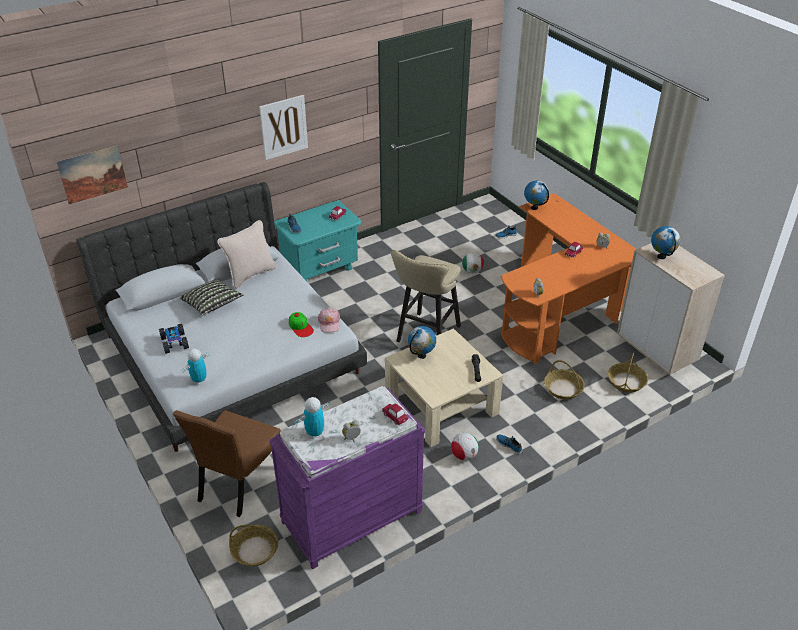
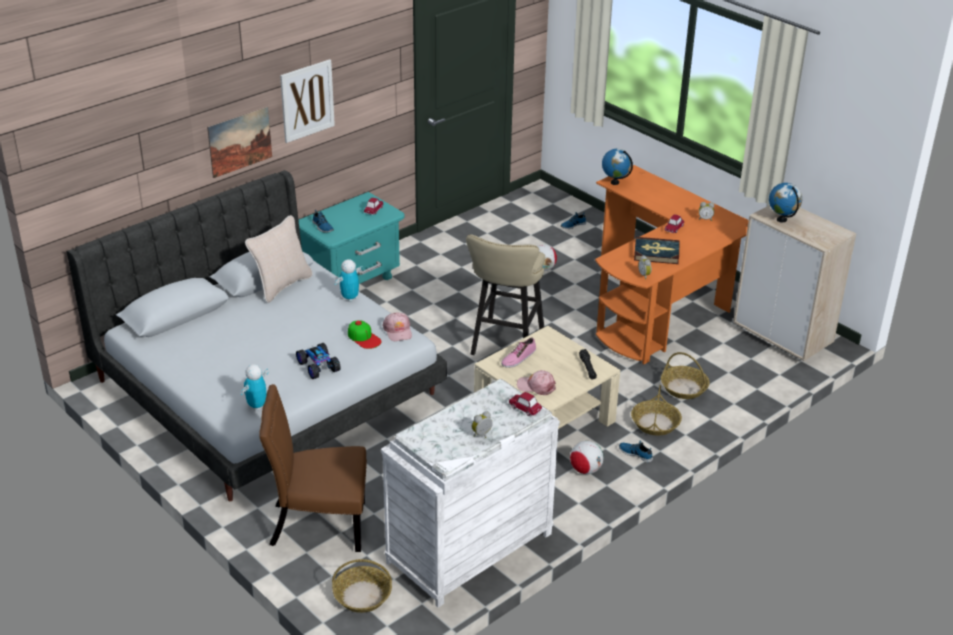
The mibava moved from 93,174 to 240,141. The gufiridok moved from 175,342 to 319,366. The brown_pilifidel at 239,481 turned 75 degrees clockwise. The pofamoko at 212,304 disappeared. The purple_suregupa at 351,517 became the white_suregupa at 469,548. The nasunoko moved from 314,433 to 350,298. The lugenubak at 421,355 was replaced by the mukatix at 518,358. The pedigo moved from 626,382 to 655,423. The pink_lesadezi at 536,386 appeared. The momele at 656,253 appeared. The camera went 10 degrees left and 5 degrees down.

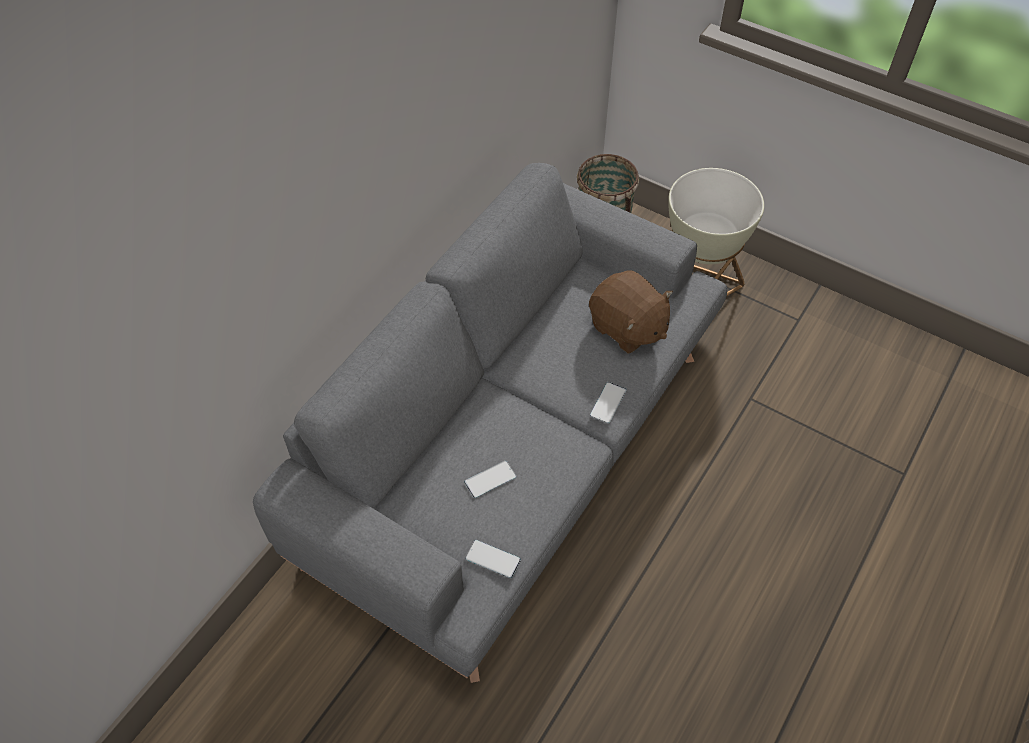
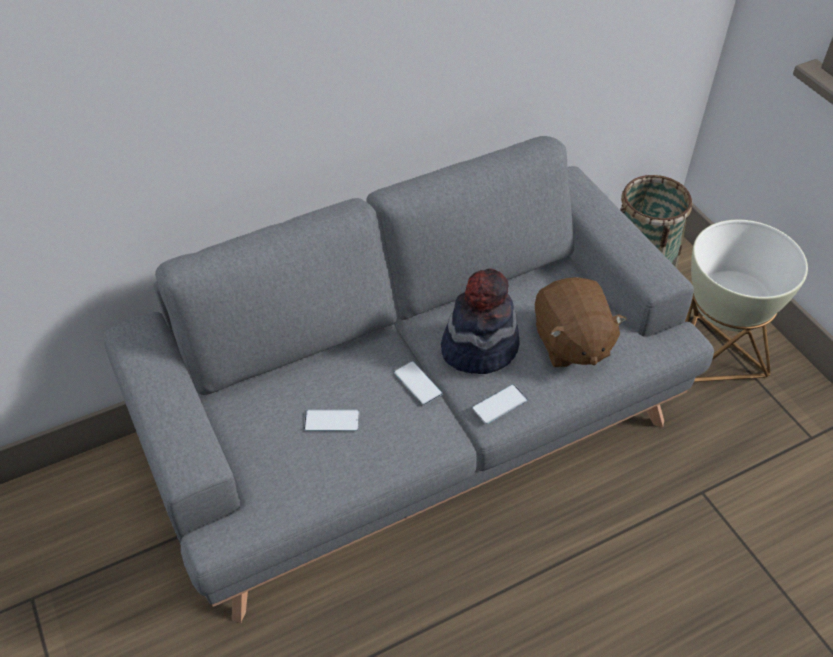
The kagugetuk moved from 493,559 to 418,383. The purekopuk at 479,347 appeared. The camera went 30 degrees right and 5 degrees down.

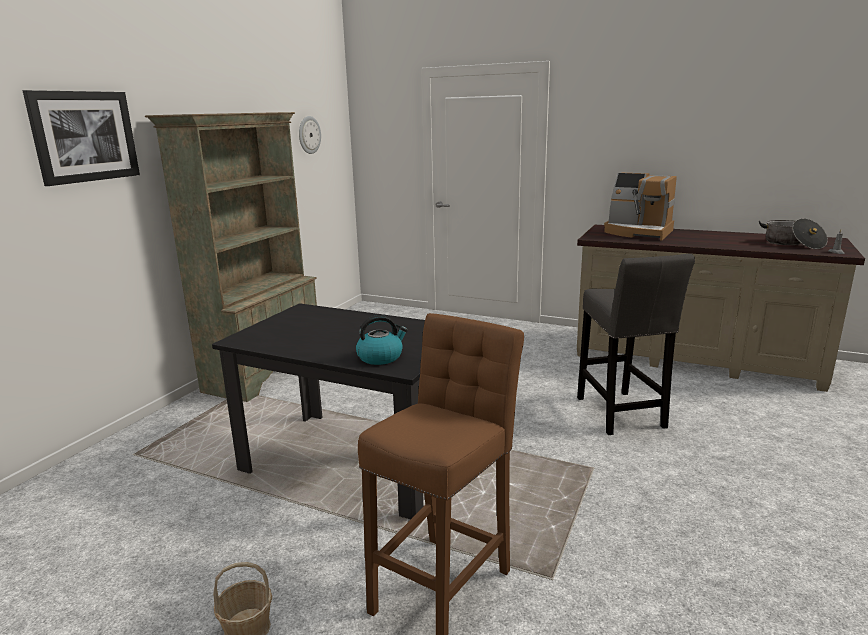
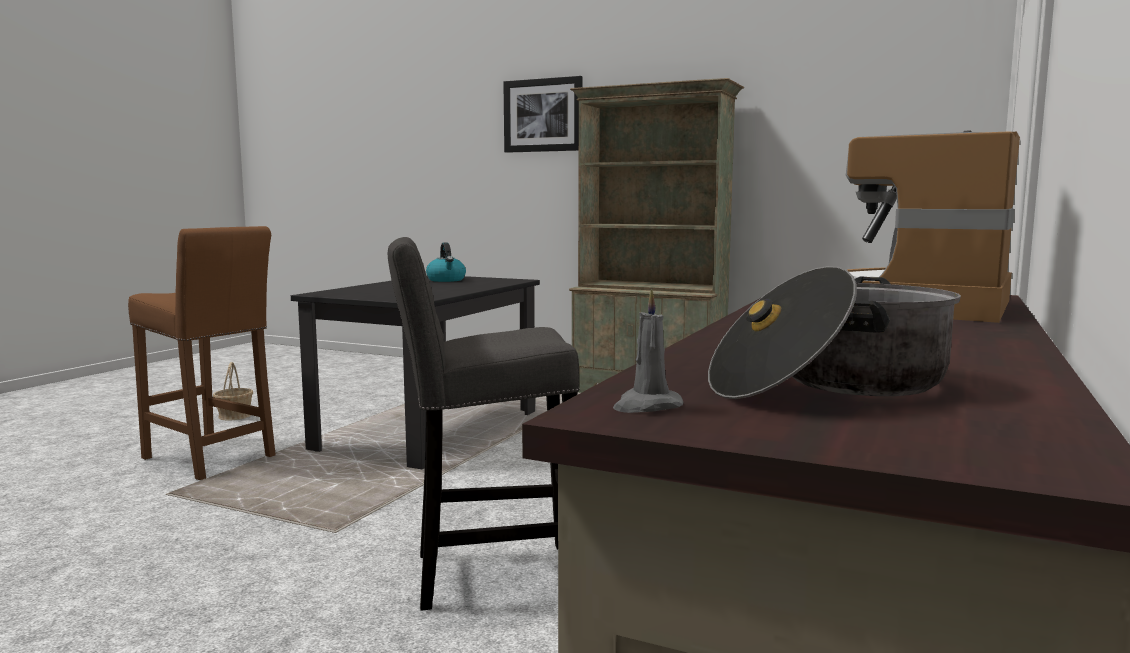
The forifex at 309,135 disappeared. The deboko moved from 380,357 to 446,280. The camera went 90 degrees right and 10 degrees down.

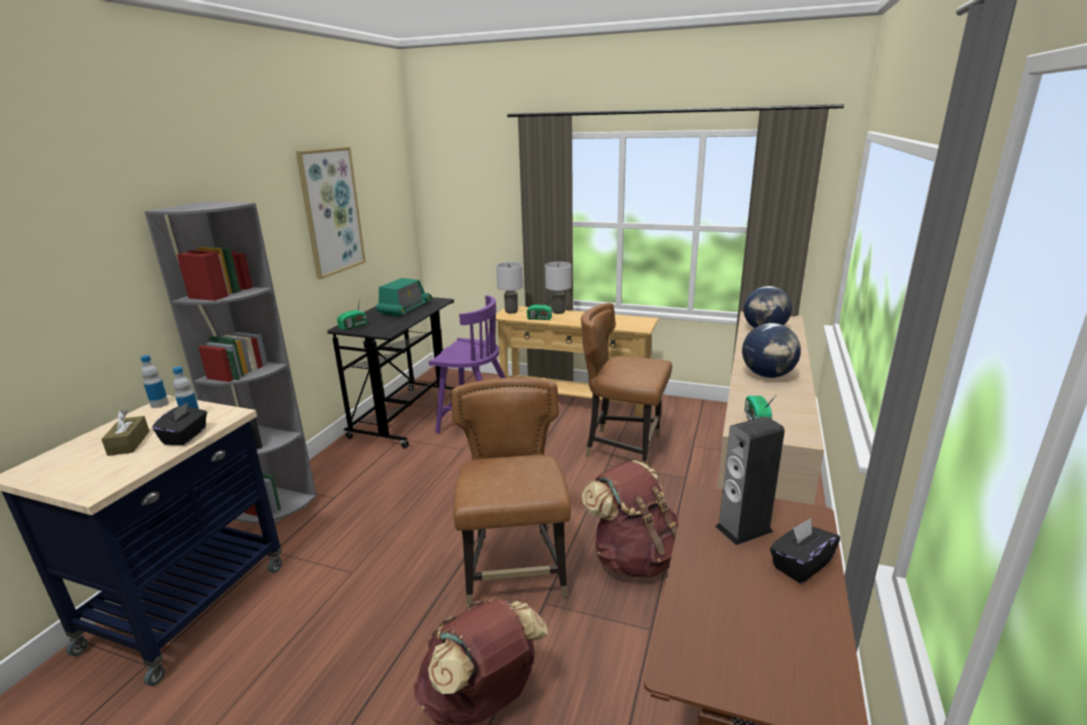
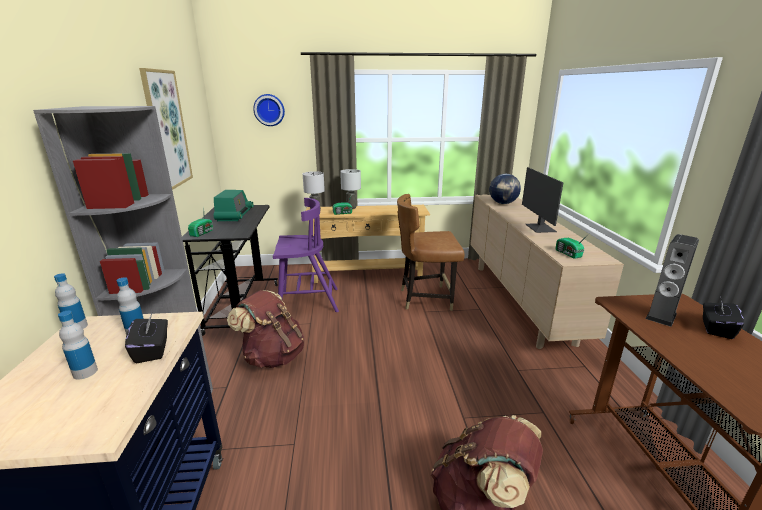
The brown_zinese at 129,443 was replaced by the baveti at 85,372. The brown_pilifidel at 515,572 disappeared. The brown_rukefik moved from 634,557 to 273,356. The lugenubak at 767,375 was replaced by the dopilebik at 539,228. The forifex at 269,110 appeared. The camera went 25 degrees left and 0 degrees up.

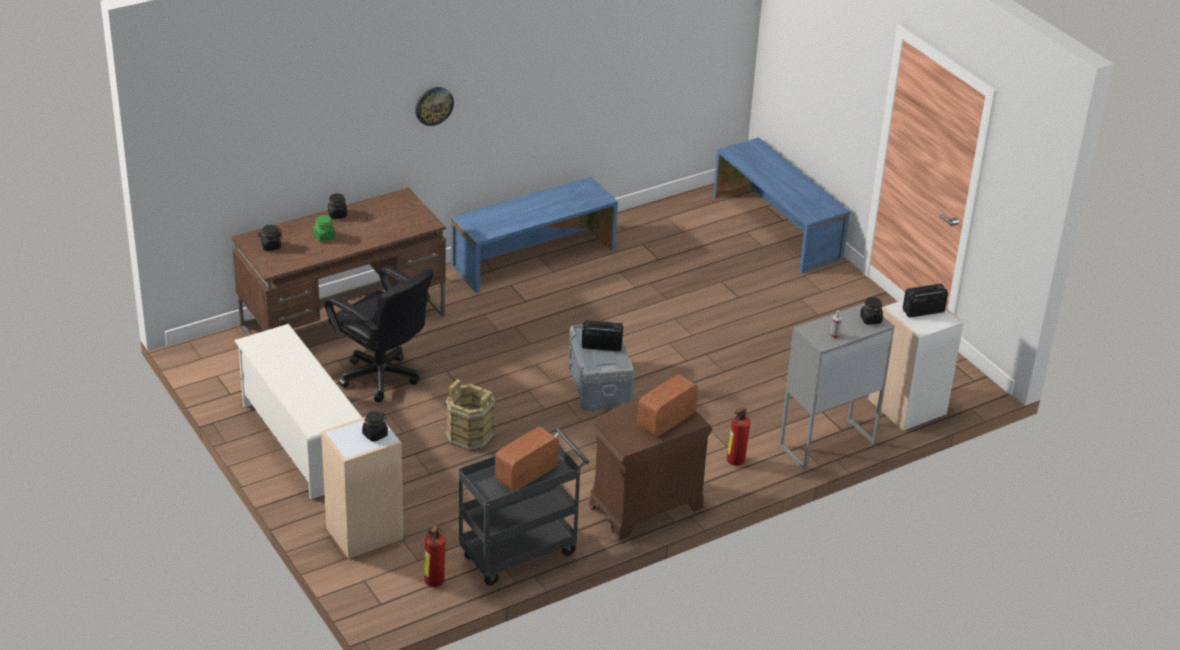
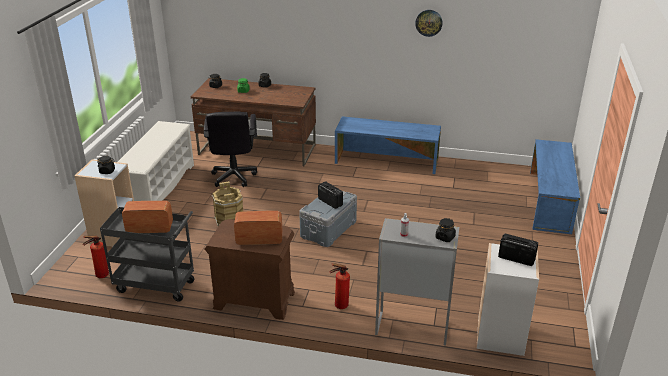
The forifex moved from 433,105 to 429,23. The camera went 45 degrees right and 5 degrees down.

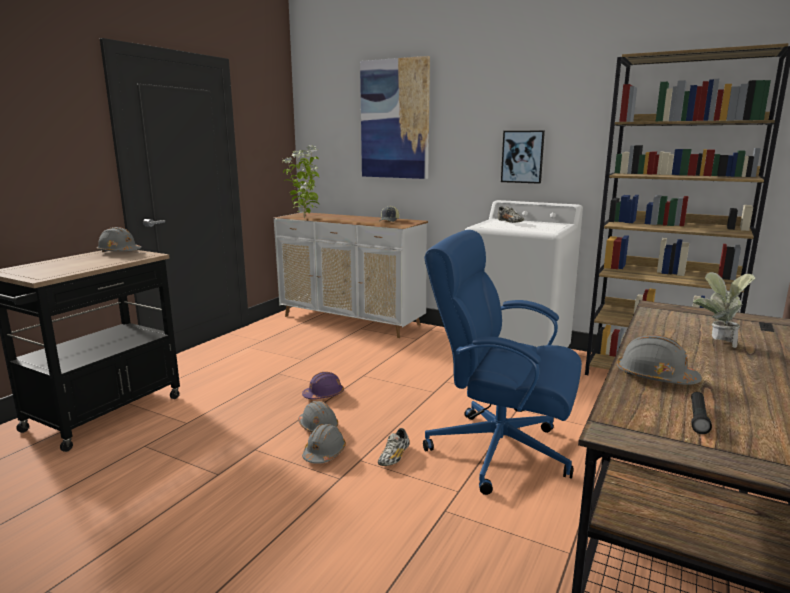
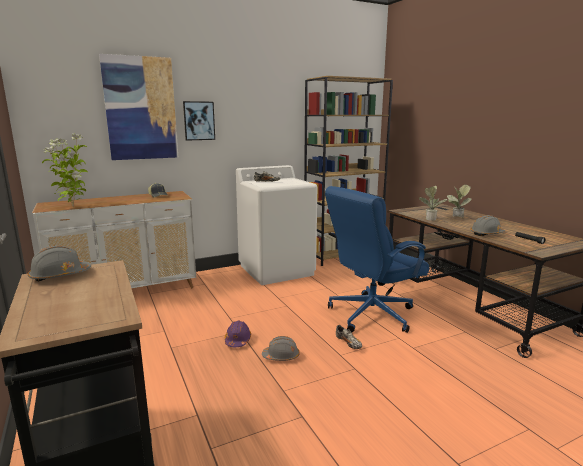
The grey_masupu at 324,453 disappeared. The mibava moved from 522,156 to 199,121. The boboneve at 430,218 appeared. The camera went 55 degrees left and 0 degrees up.

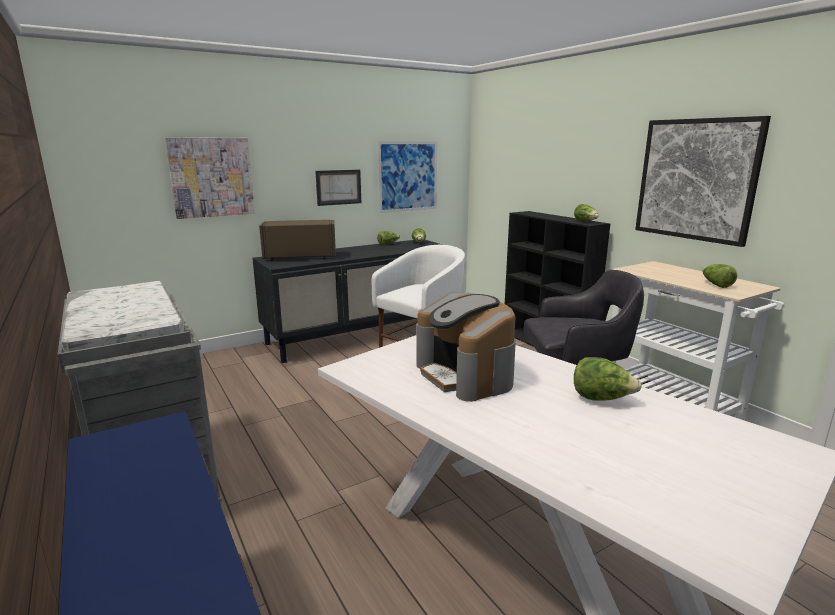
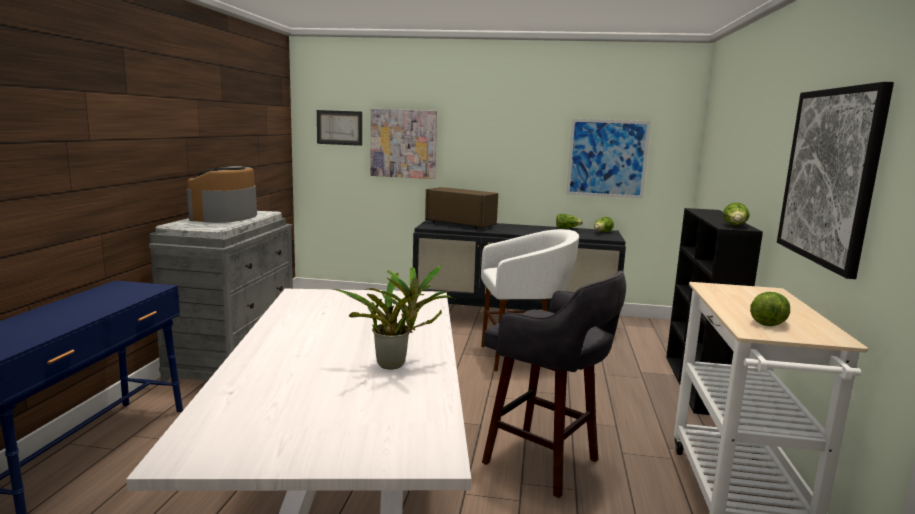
The mibava moved from 338,187 to 339,127. The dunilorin moved from 465,375 to 225,217. The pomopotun at 601,399 was replaced by the boboneve at 395,365. The camera went 40 degrees right and 5 degrees down.

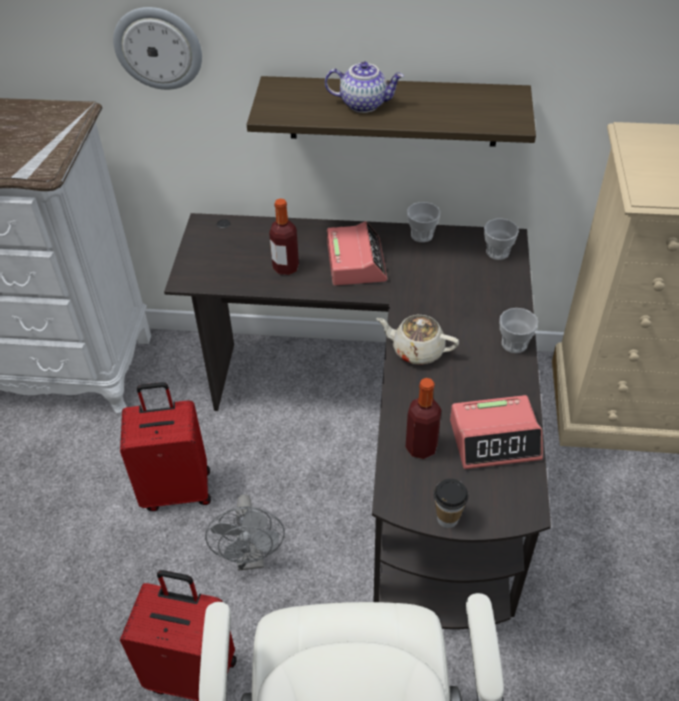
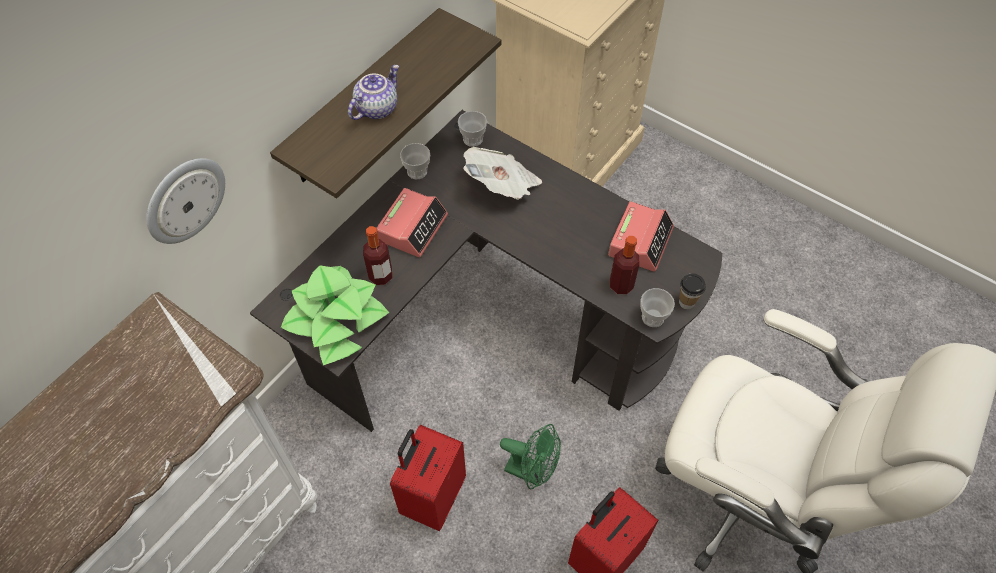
The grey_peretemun at 251,557 became the green_peretemun at 531,471. The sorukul at 356,262 turned 90 degrees clockwise. The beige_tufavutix at 416,350 disappeared. The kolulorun moved from 514,344 to 653,317. The boboneve at 336,319 appeared. The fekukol at 502,186 appeared. The camera went 60 degrees left and 10 degrees up.

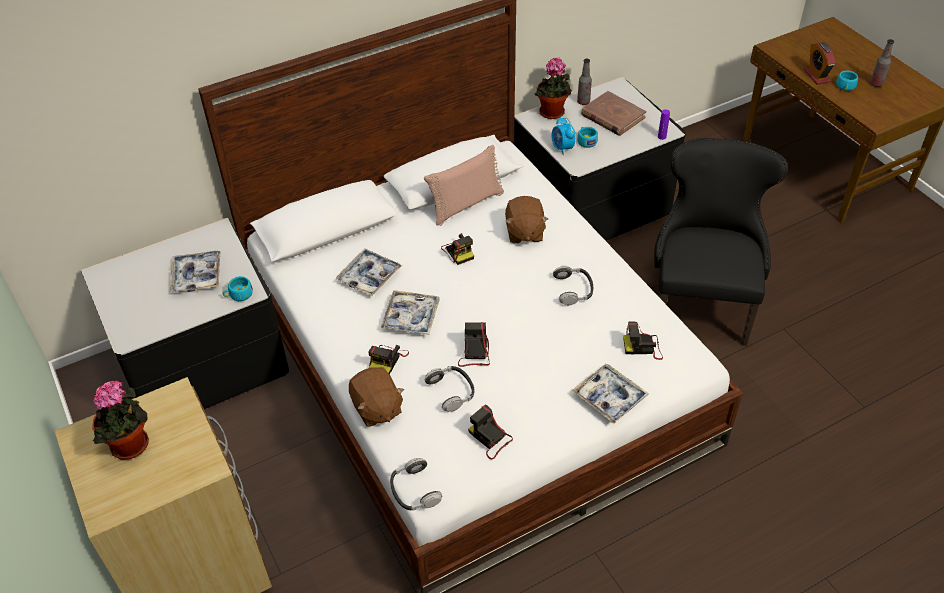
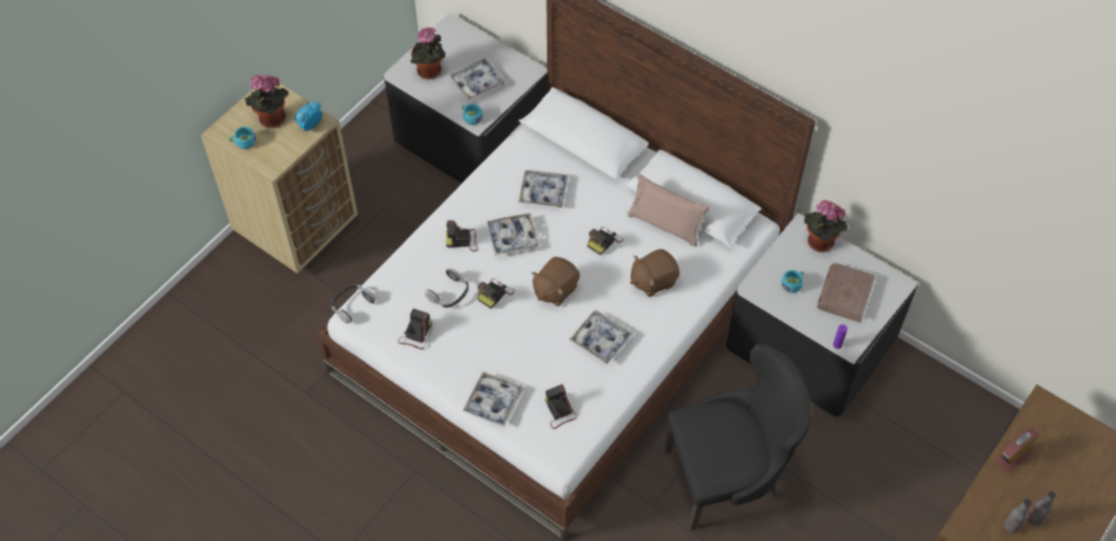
The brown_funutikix moved from 376,408 to 555,289. The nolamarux at 474,353 turned 150 degrees clockwise. The sorukul moved from 562,148 to 310,125. The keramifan at 573,289 was replaced by the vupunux at 601,340. The baveti moved from 583,102 to 1011,526. The turquoise_kolulorun moved from 845,87 to 243,142. The boboneve at 430,72 appeared. The camera went 65 degrees right and 10 degrees up.

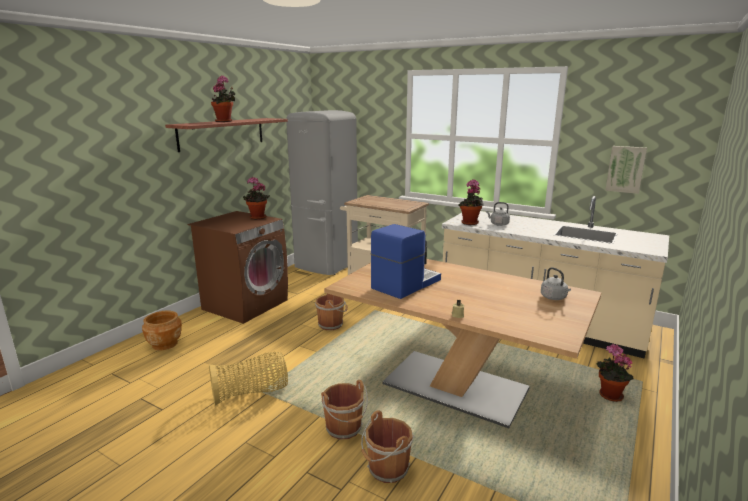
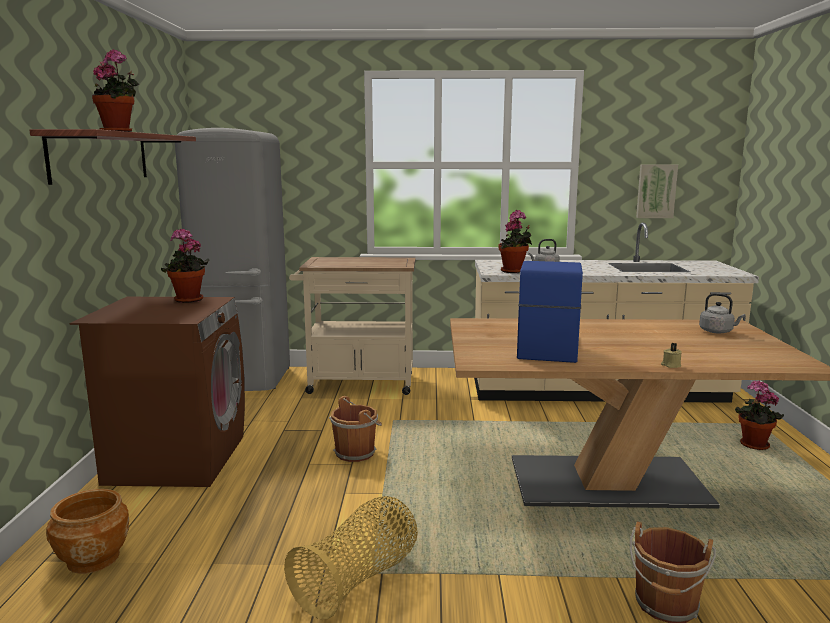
The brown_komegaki at 345,428 disappeared. The camera went 30 degrees left and 5 degrees down.

